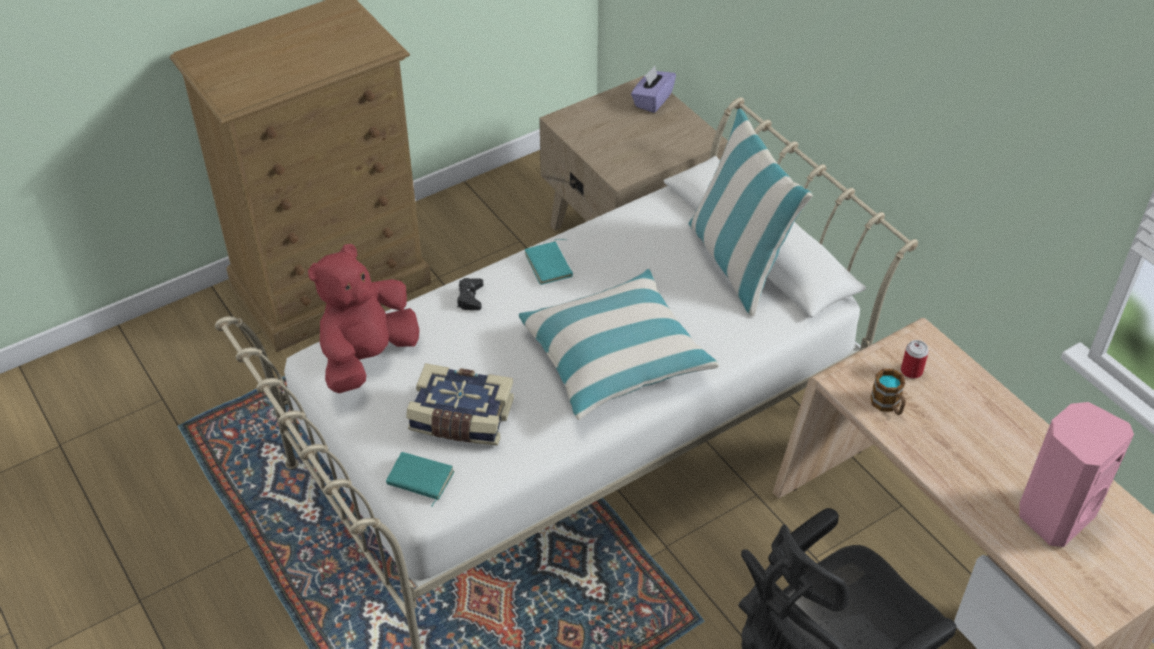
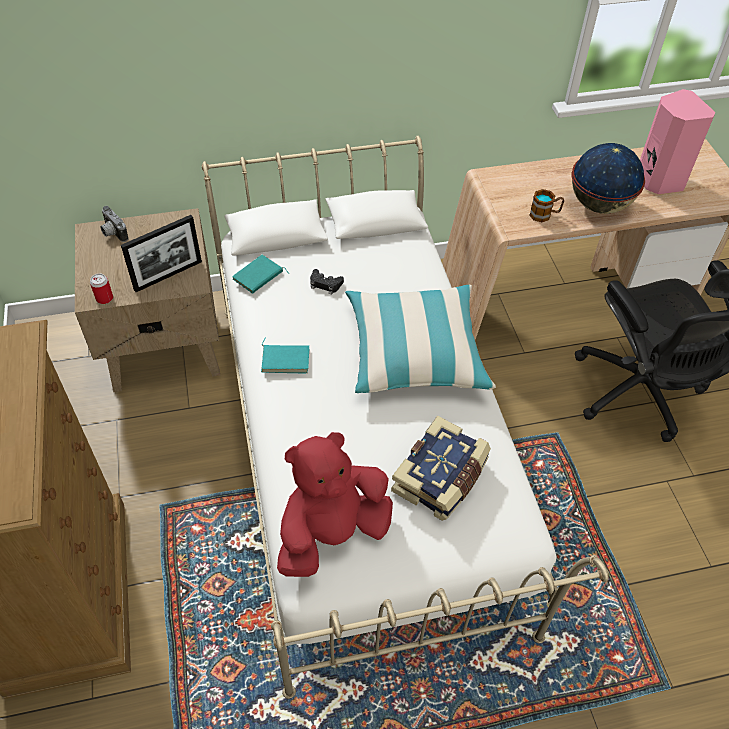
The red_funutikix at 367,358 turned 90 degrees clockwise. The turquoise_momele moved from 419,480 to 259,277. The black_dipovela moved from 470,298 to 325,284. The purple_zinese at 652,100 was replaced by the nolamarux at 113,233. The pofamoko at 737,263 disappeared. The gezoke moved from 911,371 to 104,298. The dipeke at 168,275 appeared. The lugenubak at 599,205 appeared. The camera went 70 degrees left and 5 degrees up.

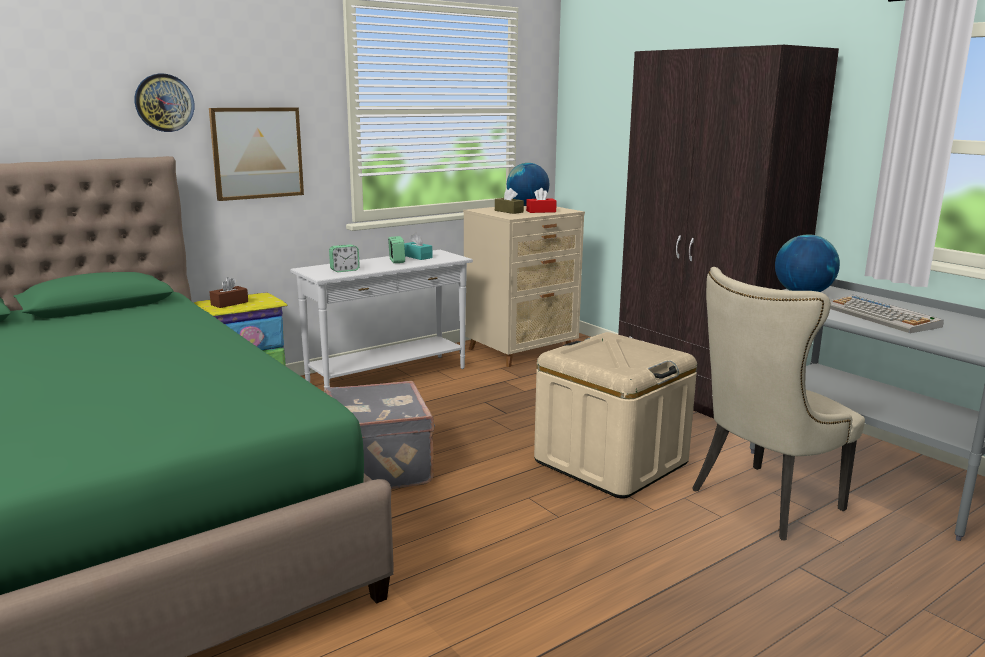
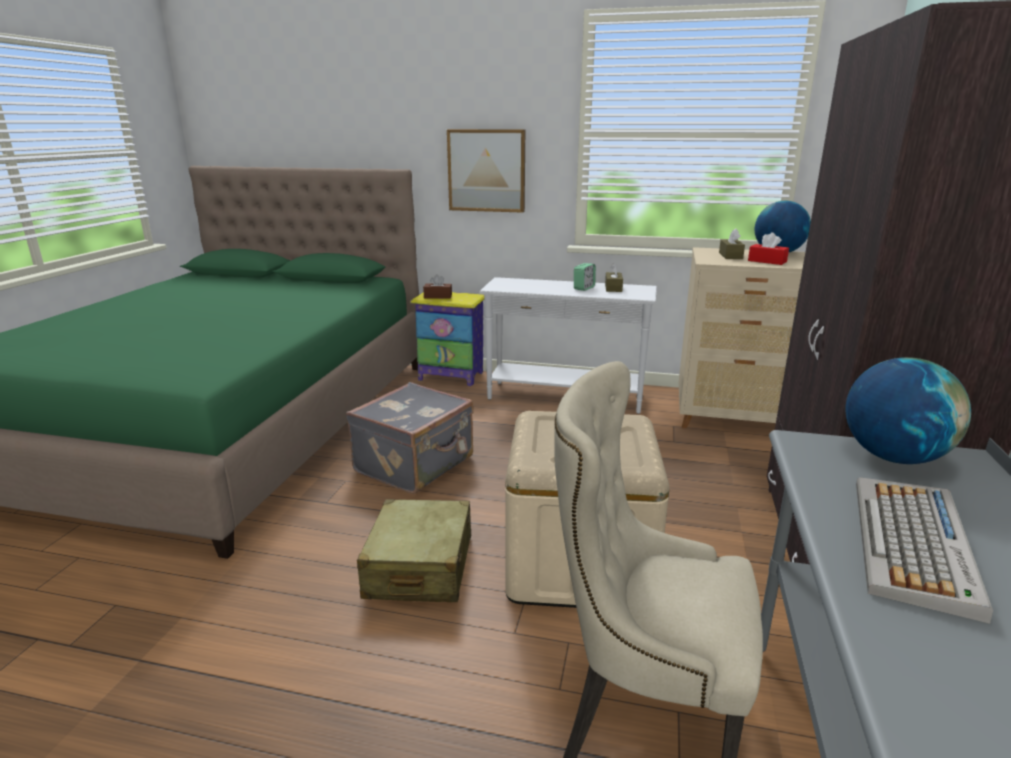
The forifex at 164,103 disappeared. The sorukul at 344,270 disappeared. The turquoise_zinese at 417,256 became the brown_zinese at 613,288. The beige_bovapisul at 419,567 appeared. The camera went 50 degrees right and 5 degrees up.

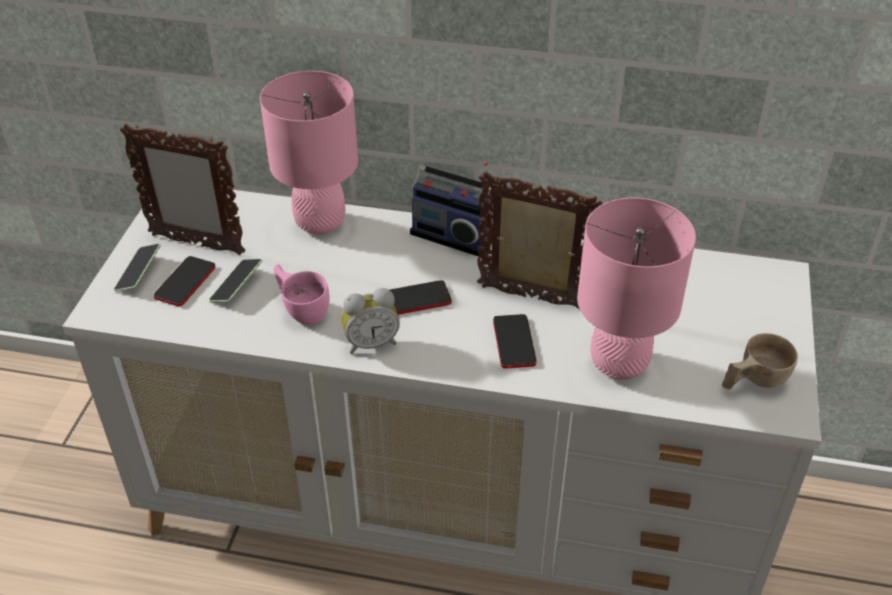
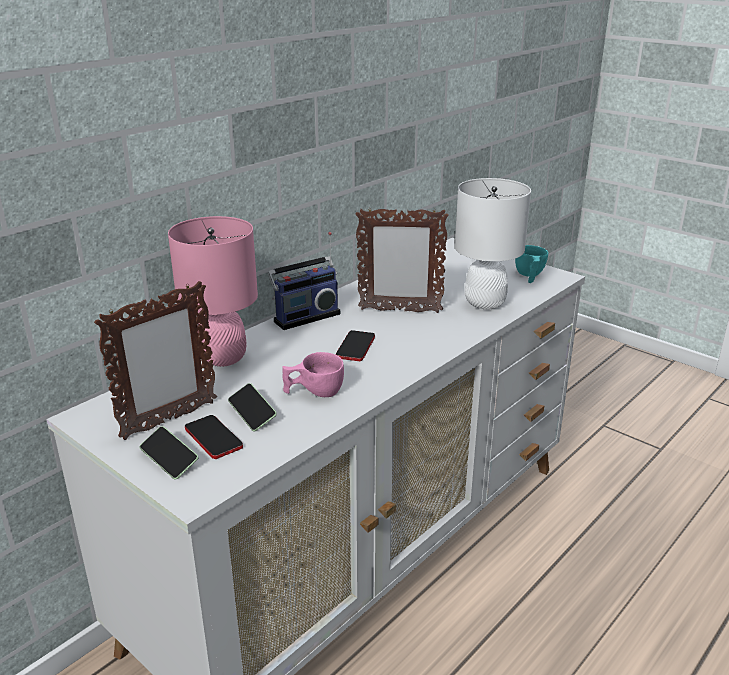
The sorukul at 371,343 disappeared. The dipeke at 531,298 turned 135 degrees counterclockwise. The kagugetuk at 514,342 disappeared. The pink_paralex at 616,363 became the white_paralex at 483,304. The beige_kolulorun at 753,381 became the turquoise_kolulorun at 529,276. The camera went 60 degrees left and 15 degrees down.

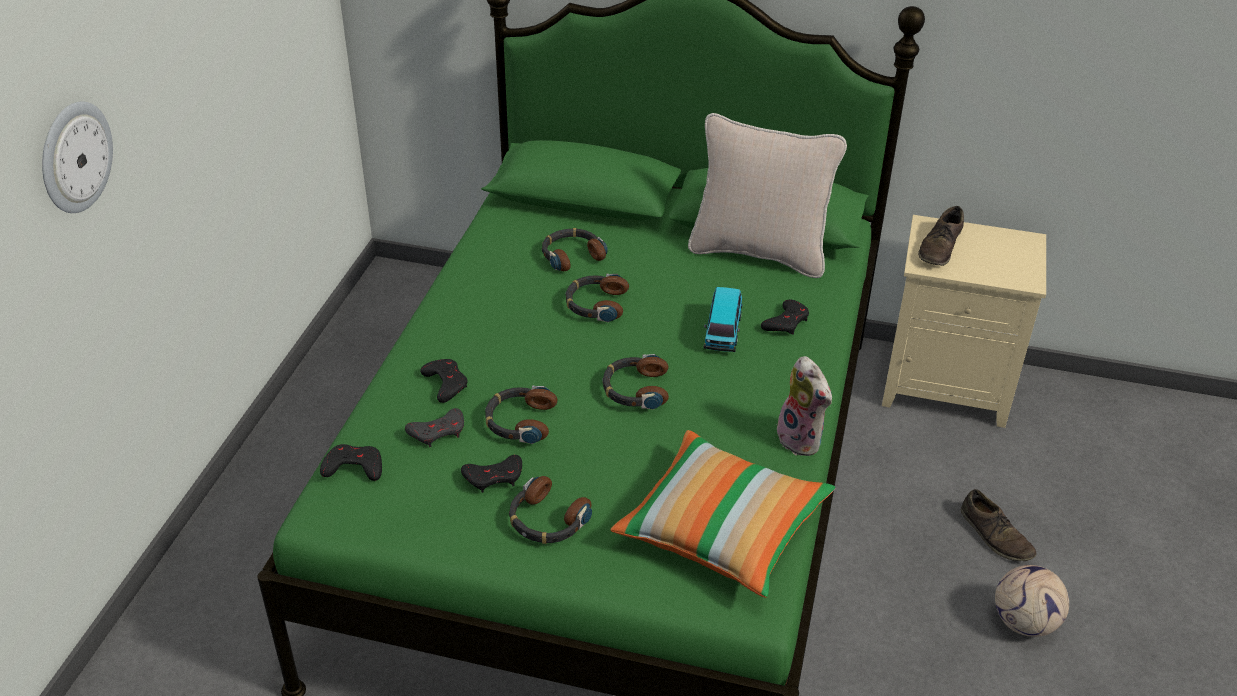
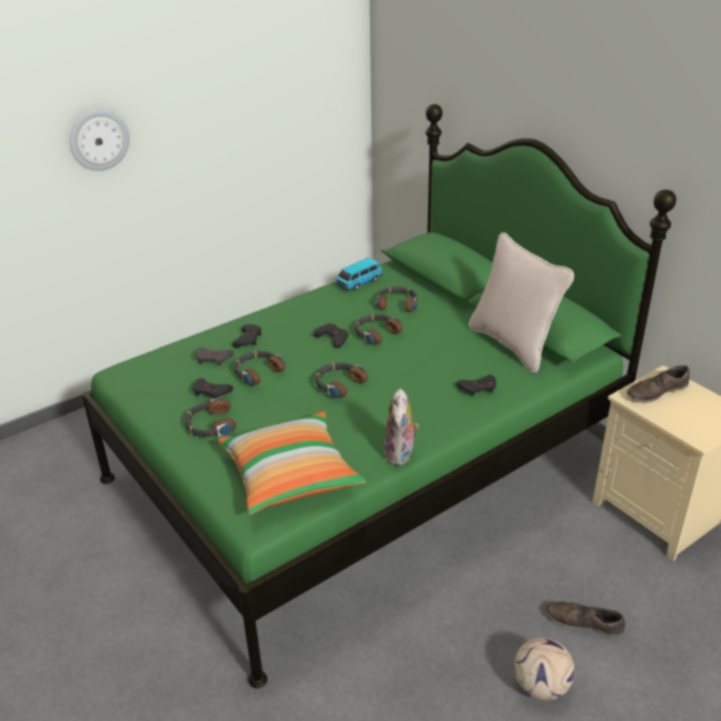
The black_dipovela moved from 354,467 to 332,338. The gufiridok moved from 722,331 to 359,283. The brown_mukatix at 995,535 turned 105 degrees clockwise. The camera went 40 degrees right and 5 degrees down.

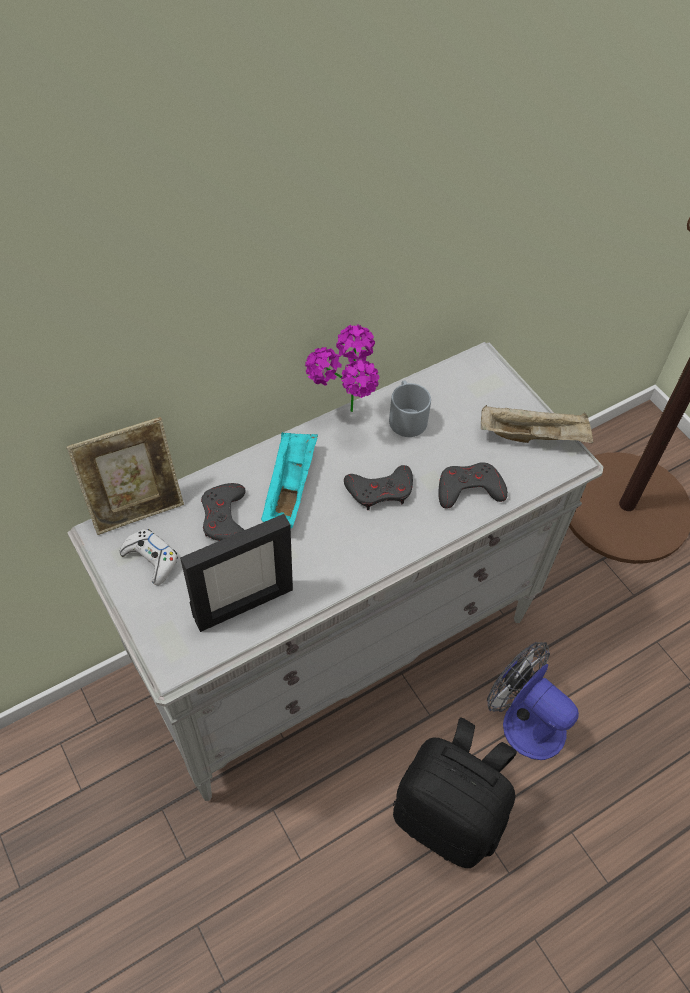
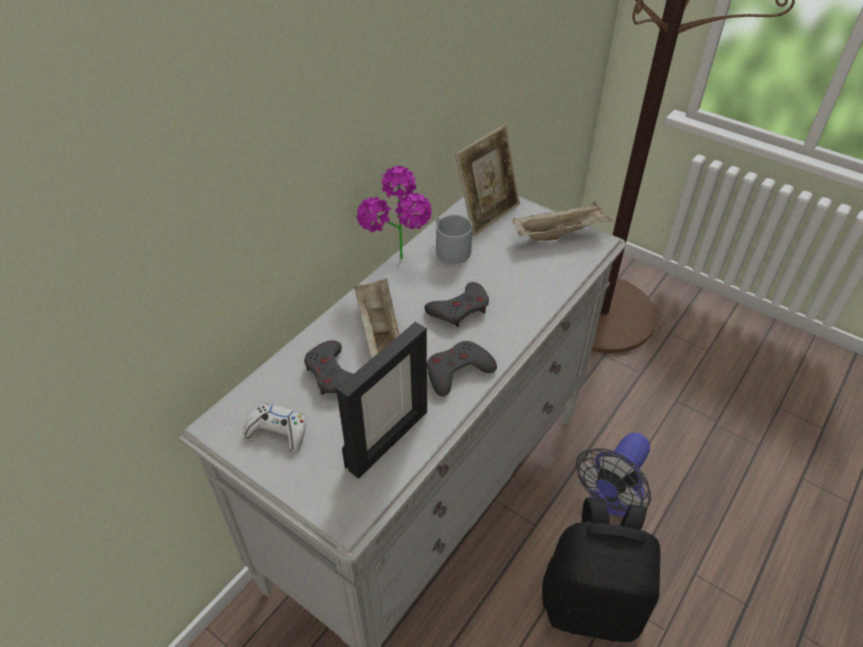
The dipeke moved from 136,506 to 487,214. The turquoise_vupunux at 289,488 became the beige_vupunux at 379,332. The grey_dipovela moved from 469,489 to 458,371. The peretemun at 524,720 turned 75 degrees counterclockwise. The camera went 20 degrees left and 10 degrees down.

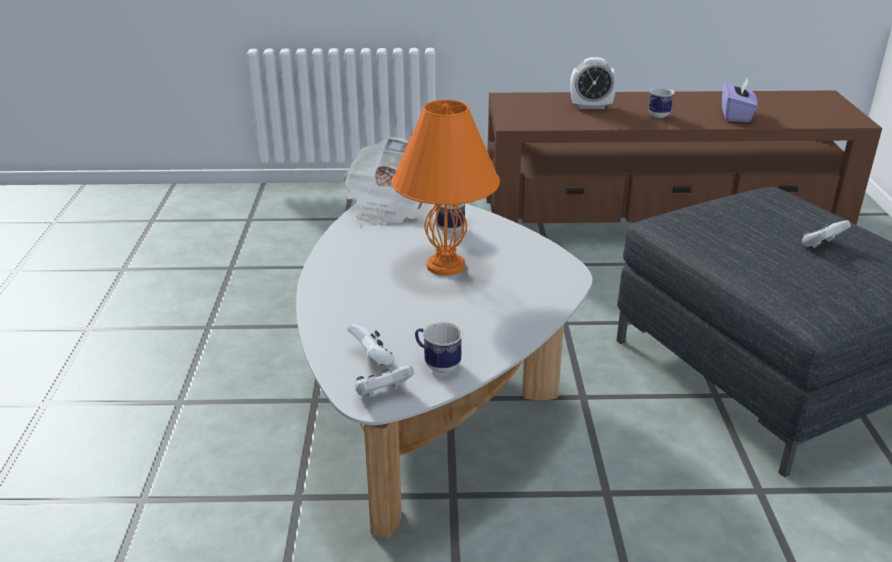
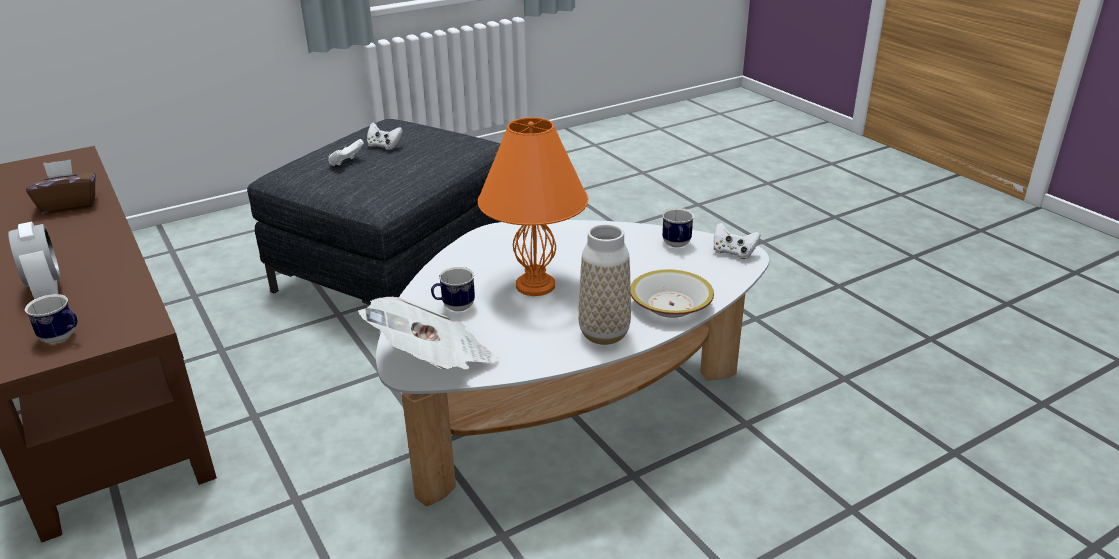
The white_dipovela moved from 373,358 to 346,163. The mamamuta moved from 657,116 to 63,338. The purple_zinese at 736,115 became the brown_zinese at 69,205. The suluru at 604,334 appeared. The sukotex at 671,305 appeared. The camera went 120 degrees left and 0 degrees up.

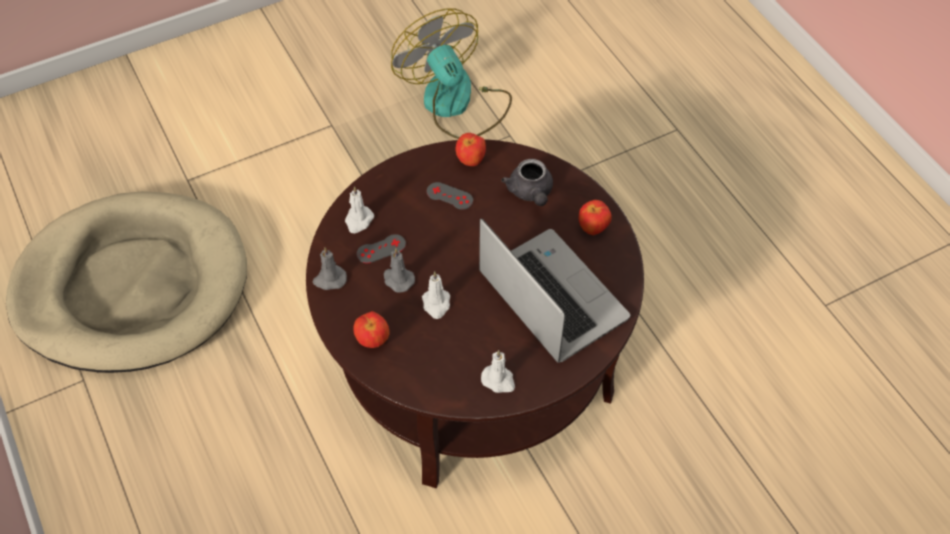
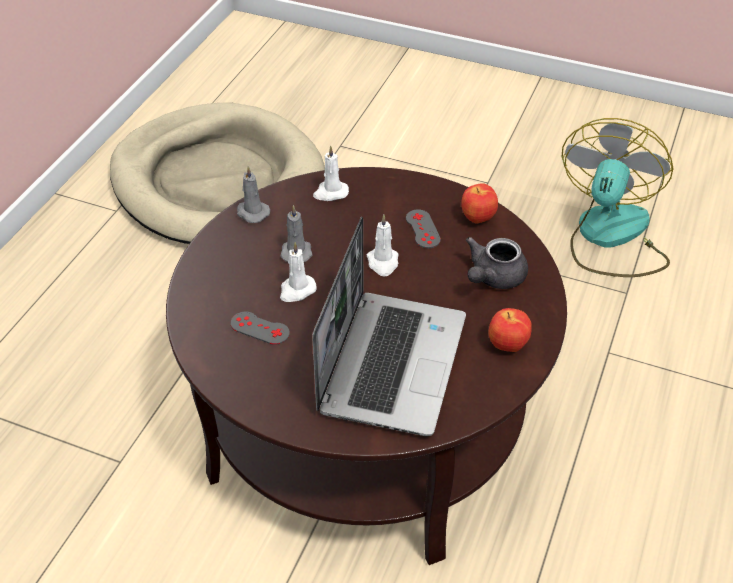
The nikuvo at 373,340 disappeared. The grey_dipovela moved from 381,249 to 260,328. The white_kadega moved from 499,380 to 383,263. The camera went 50 degrees right and 10 degrees down.

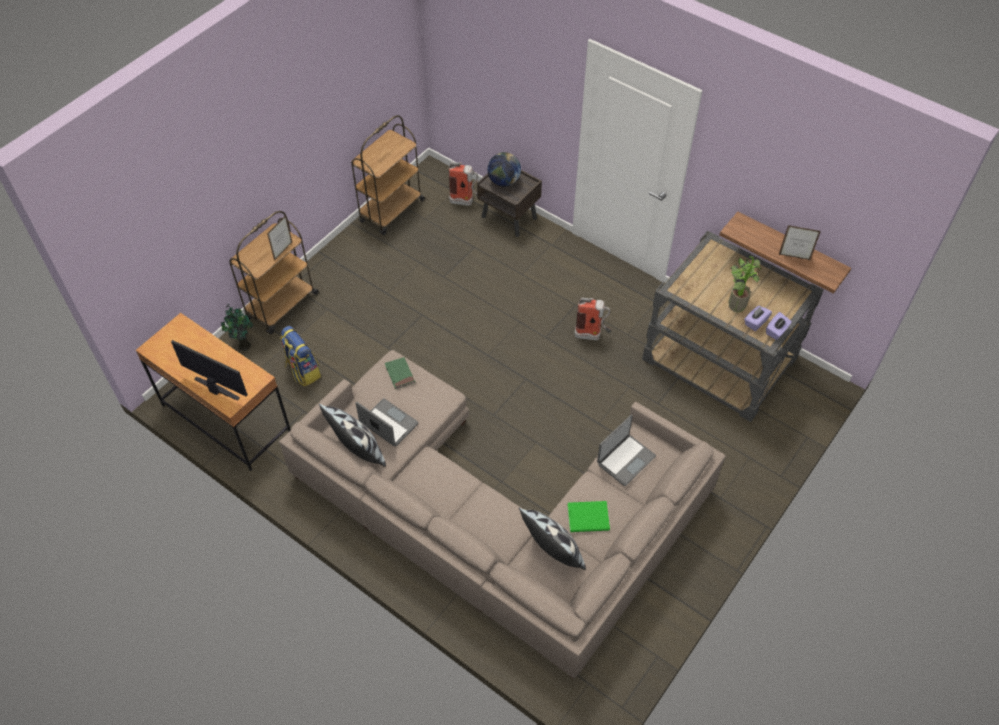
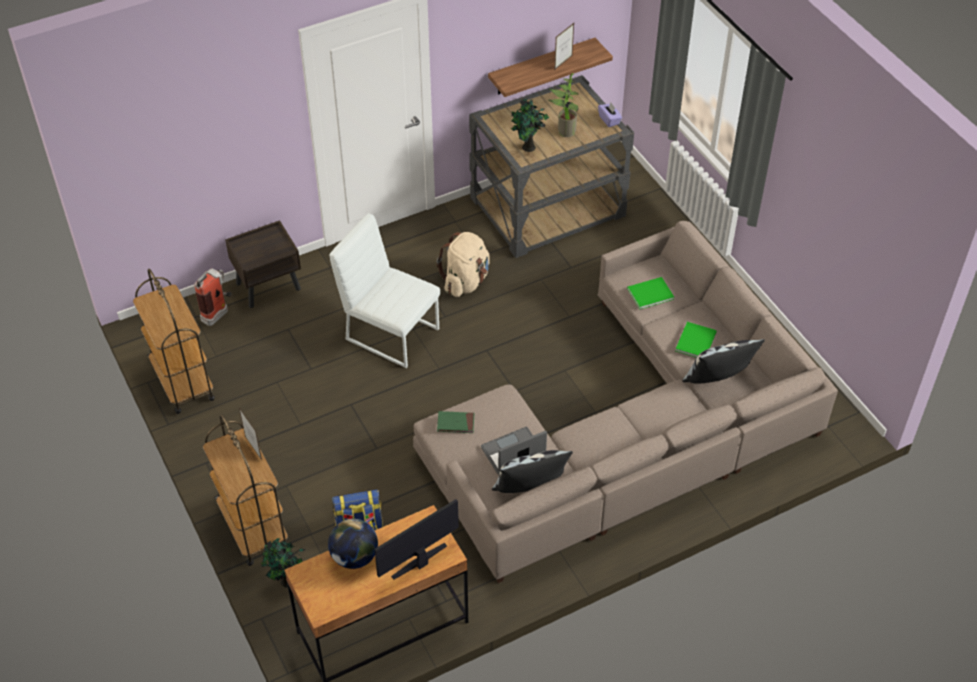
The lugenubak moved from 504,181 to 354,557. The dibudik at 592,336 was replaced by the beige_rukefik at 466,281. The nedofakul at 625,459 was replaced by the green_momele at 648,293. The purple_zinese at 755,322 disappeared. The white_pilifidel at 390,332 appeared. The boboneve at 528,148 appeared. The camera went 65 degrees left and 5 degrees down.

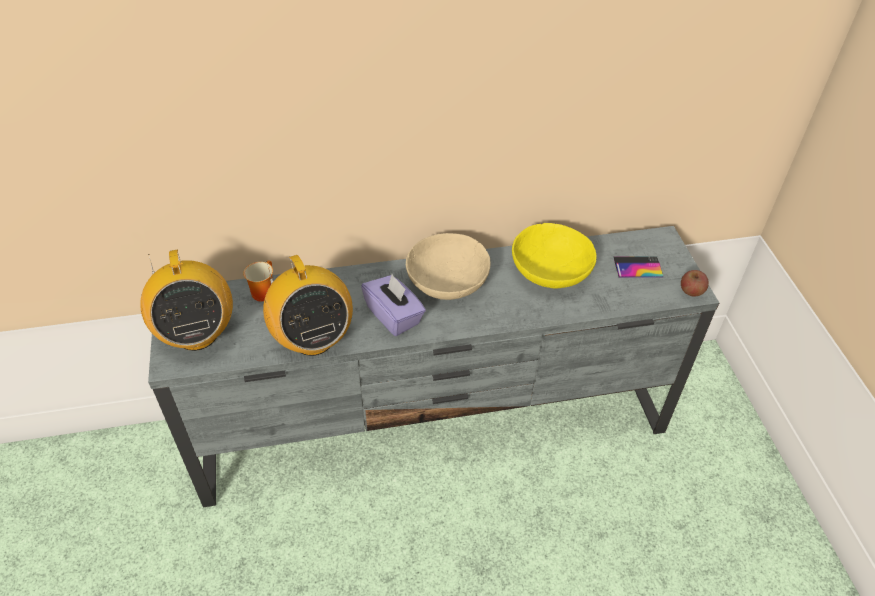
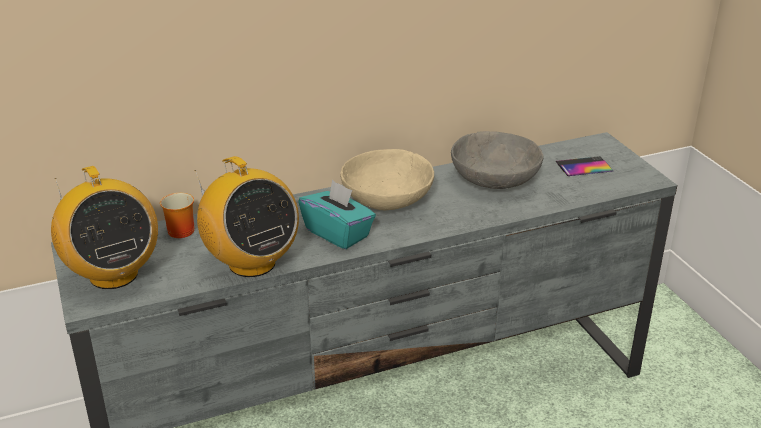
The purple_zinese at 394,316 became the turquoise_zinese at 338,233. The yellow_sukotex at 550,272 became the grey_sukotex at 494,180. The nikuvo at 691,291 disappeared. The camera went 10 degrees left and 15 degrees down.

